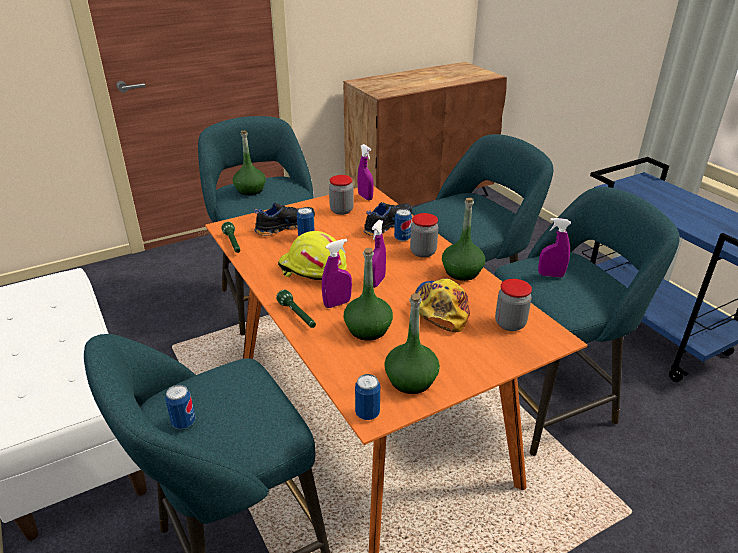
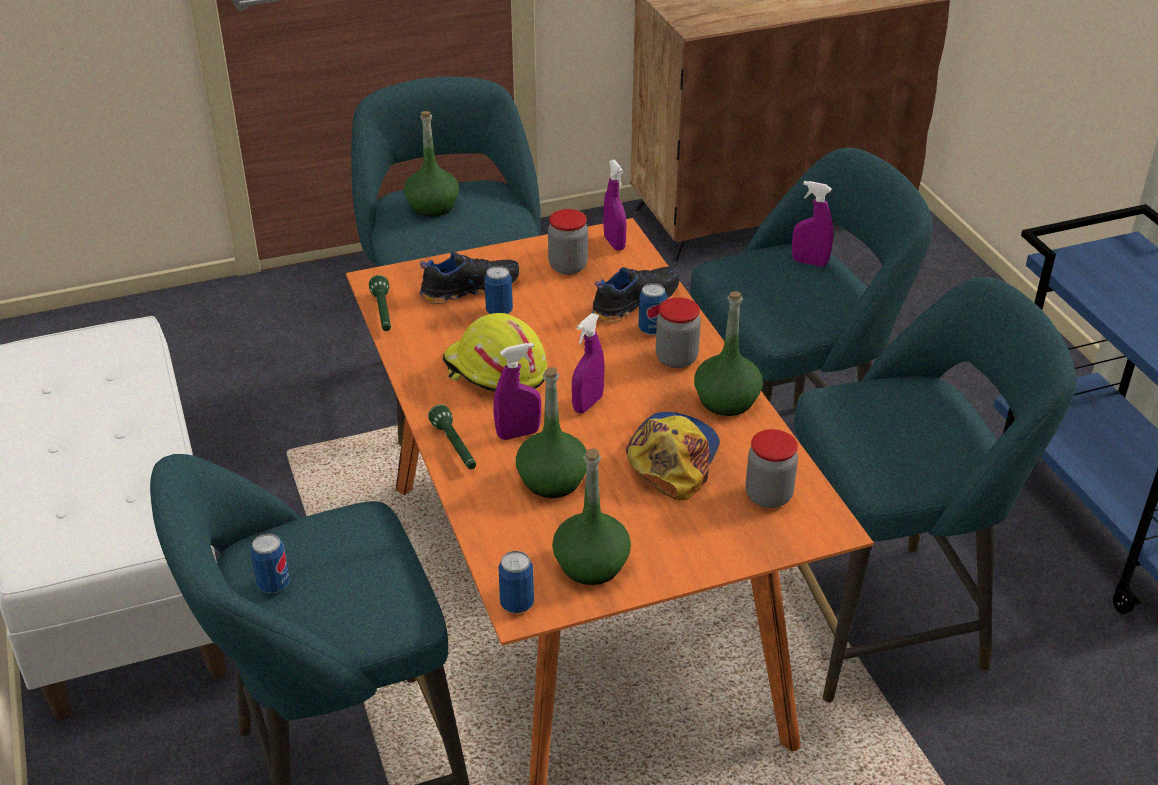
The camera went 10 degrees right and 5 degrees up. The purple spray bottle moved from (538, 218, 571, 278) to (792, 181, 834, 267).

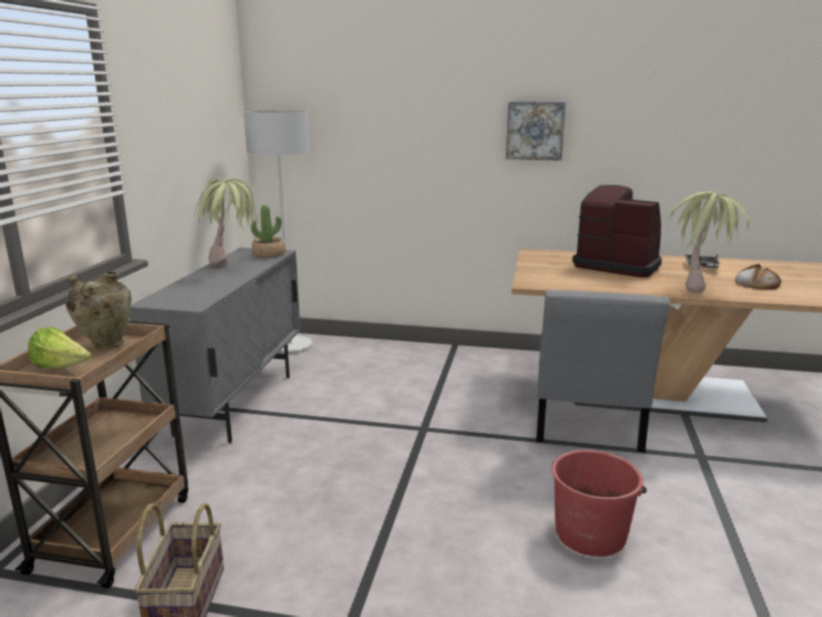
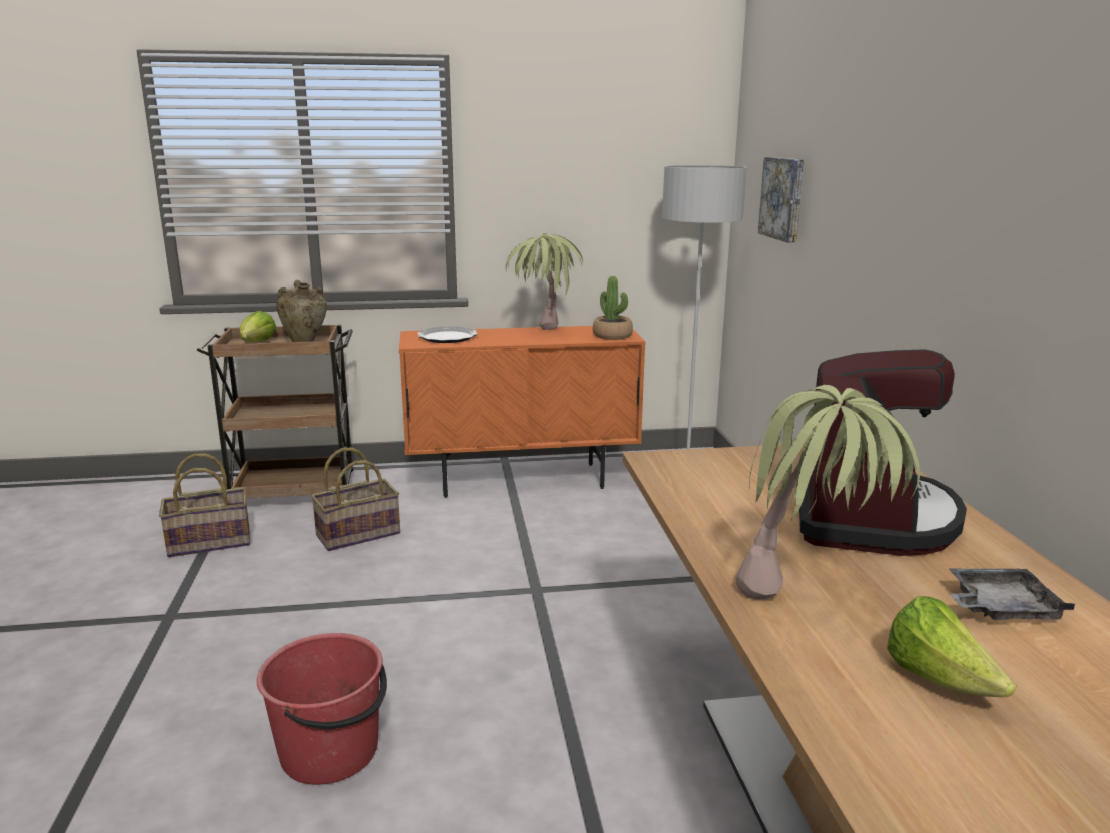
The camera went 70 degrees right and 0 degrees up. The basket at (311, 447, 400, 551) appeared. The grey cabinet at (129, 247, 301, 443) became the orange cabinet at (399, 326, 645, 498). The plate at (418, 326, 478, 343) appeared. The picture moved from (506, 101, 566, 161) to (758, 157, 804, 242). The bread at (735, 264, 781, 290) was replaced by the lettuce at (887, 596, 1016, 697). The grey chair at (536, 289, 670, 452) disappeared.

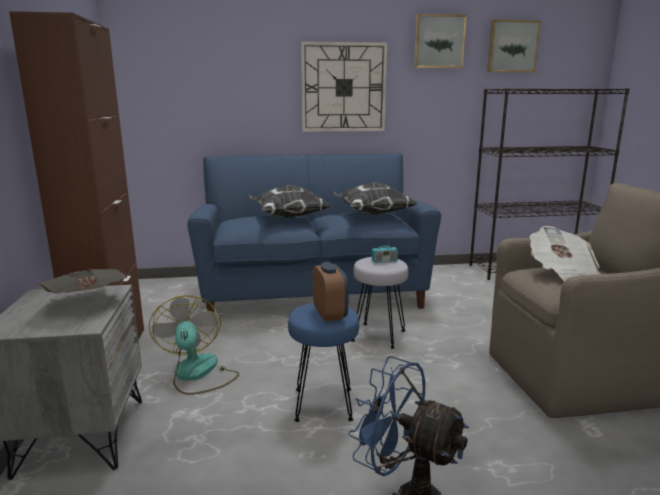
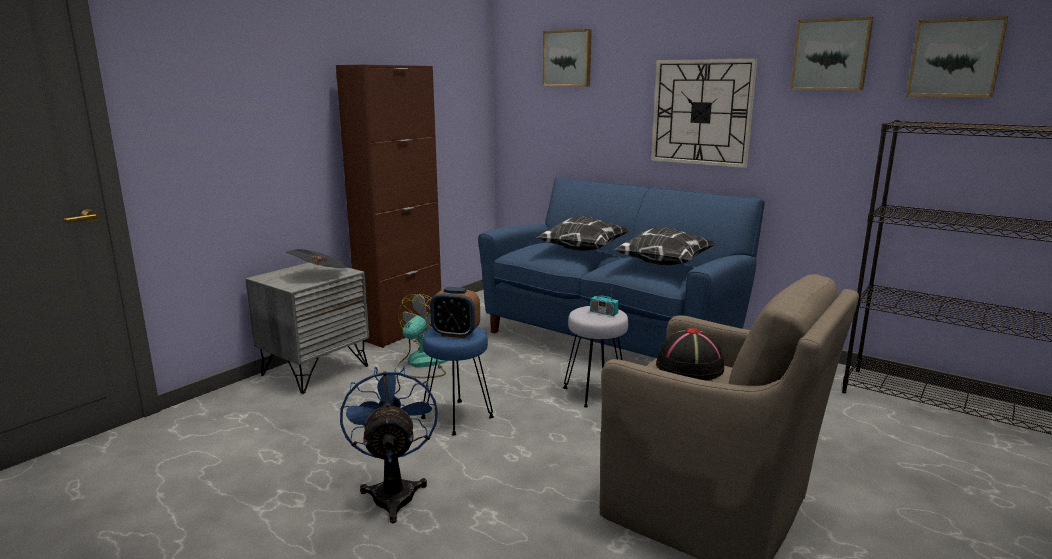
The camera went 45 degrees right and 0 degrees up. The alarm clock at (313, 262, 349, 322) turned 75 degrees clockwise. The picture at (543, 29, 592, 86) appeared. The newspaper at (530, 226, 601, 281) was replaced by the black hat at (656, 328, 724, 380).

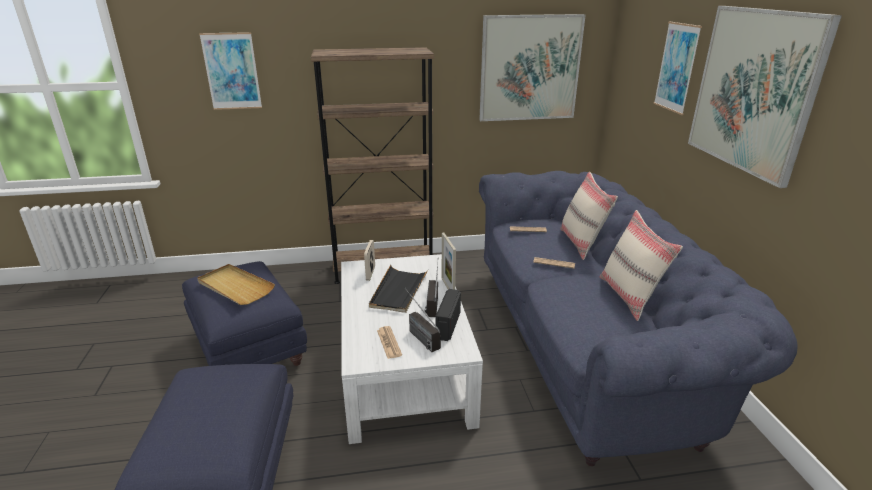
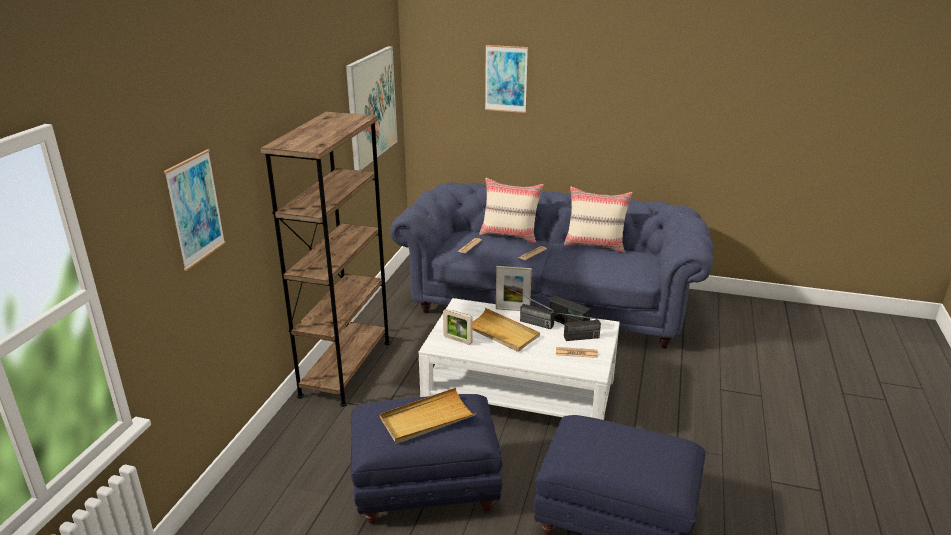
The camera went 65 degrees left and 0 degrees up. The black tray at (369, 265, 429, 313) became the beige tray at (473, 308, 540, 352). The picture at (688, 6, 842, 188) disappeared.

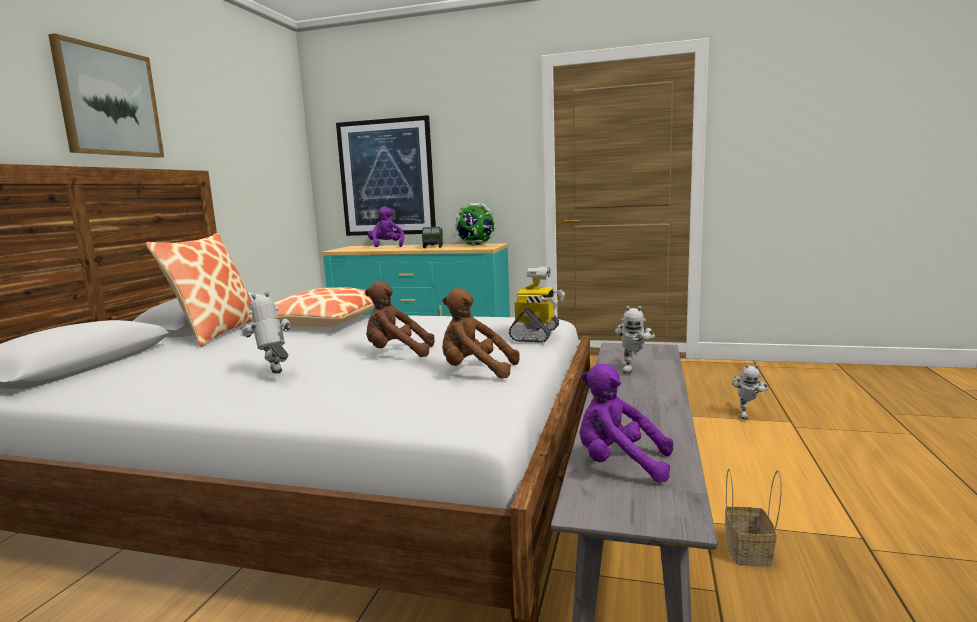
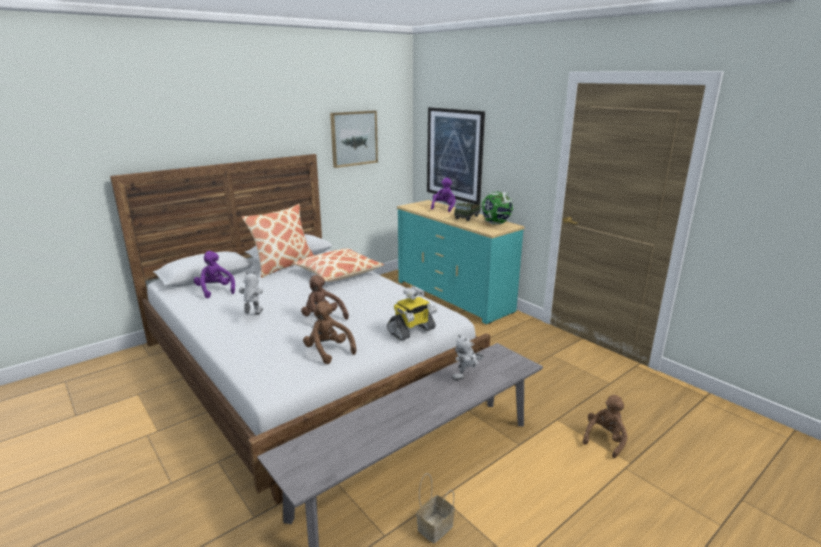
The camera went 35 degrees right and 10 degrees up. The purple plush toy moved from (579, 363, 673, 482) to (194, 251, 235, 298). The picture moved from (48, 33, 164, 158) to (330, 111, 378, 168). The toy robot at (732, 364, 768, 419) was replaced by the brown plush toy at (582, 395, 628, 458).

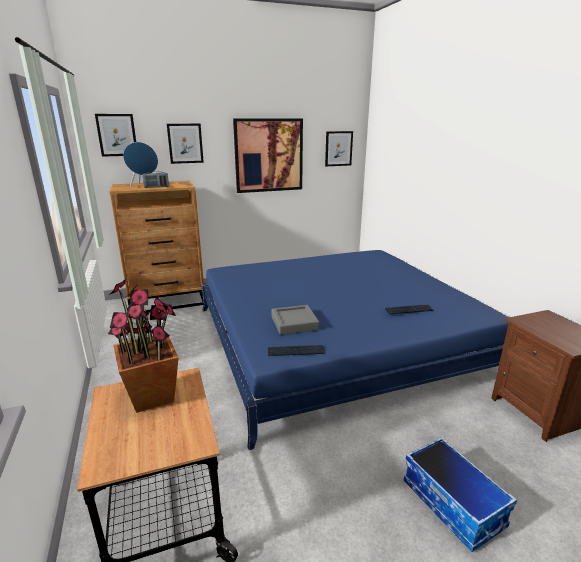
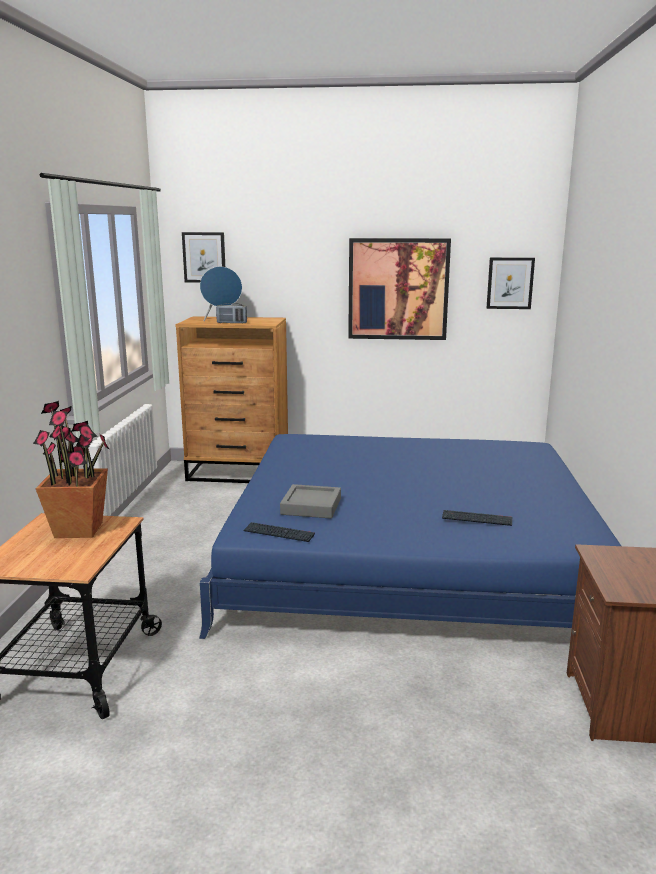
The camera went 25 degrees right and 5 degrees down. The picture at (167, 124, 204, 164) disappeared. The storage box at (404, 437, 517, 552) disappeared.

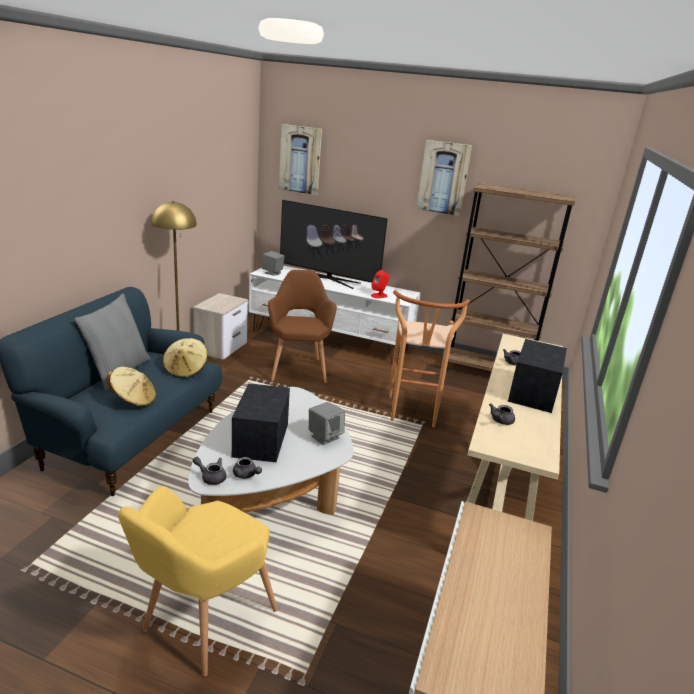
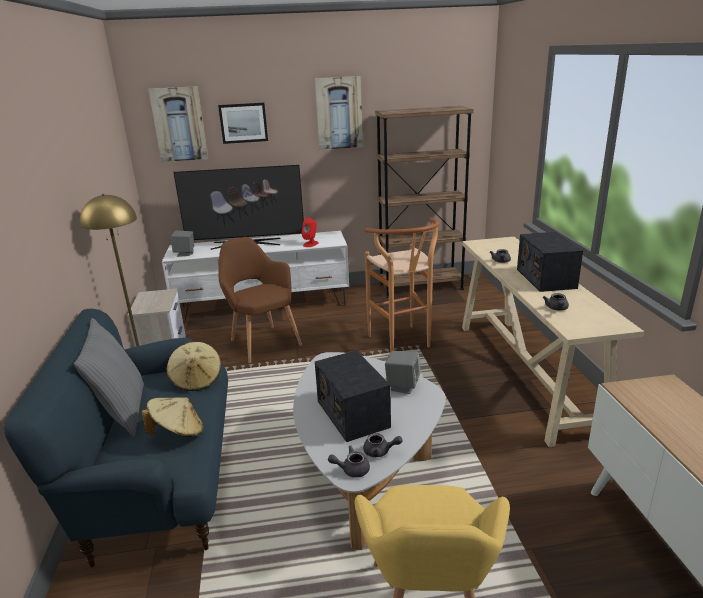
The camera went 25 degrees left and 0 degrees up. The picture at (218, 103, 268, 144) appeared.

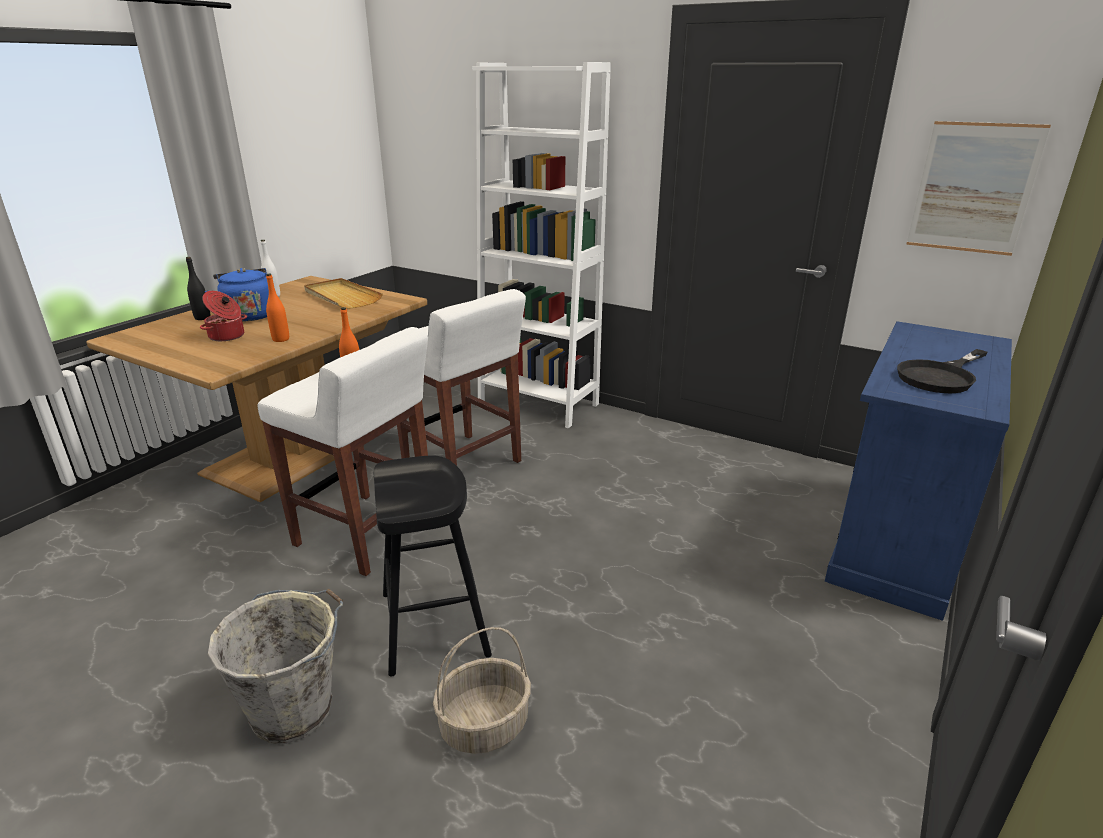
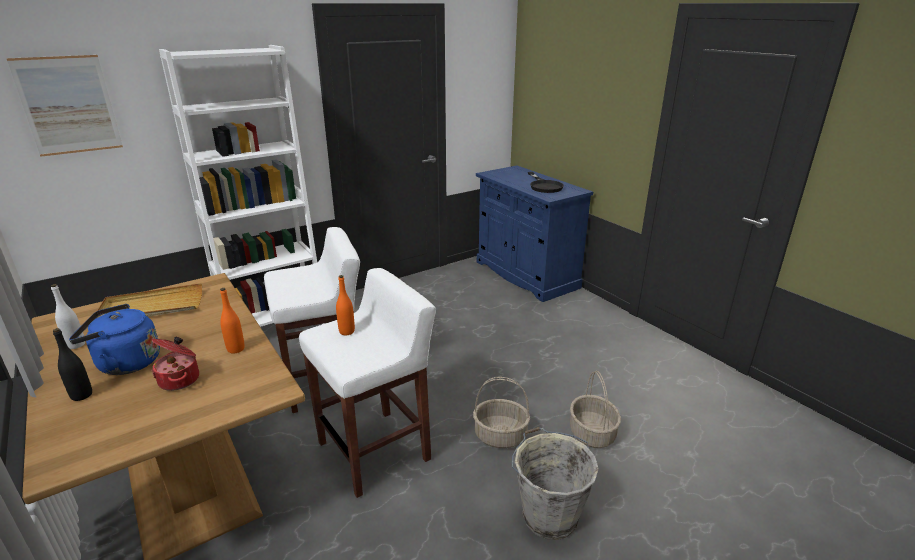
The camera went 65 degrees left and 0 degrees up. The picture moved from (906, 121, 1051, 256) to (6, 55, 123, 157). The black stool at (374, 455, 492, 677) was replaced by the basket at (473, 377, 530, 448).

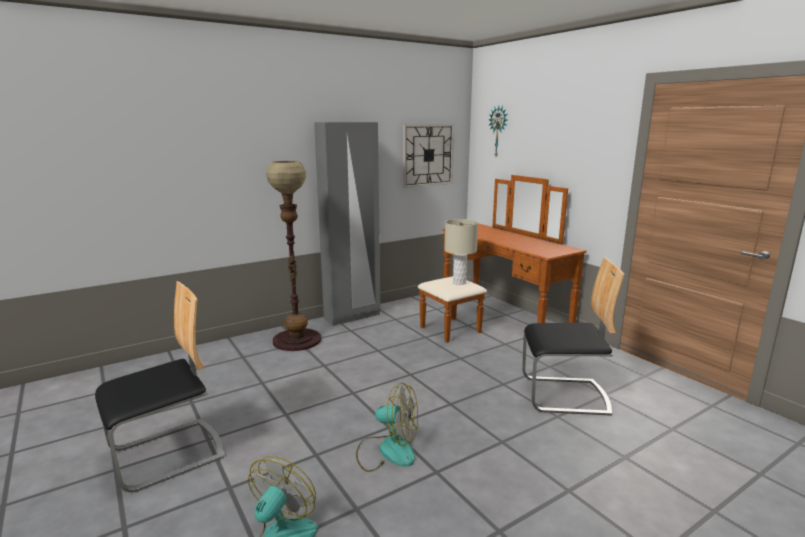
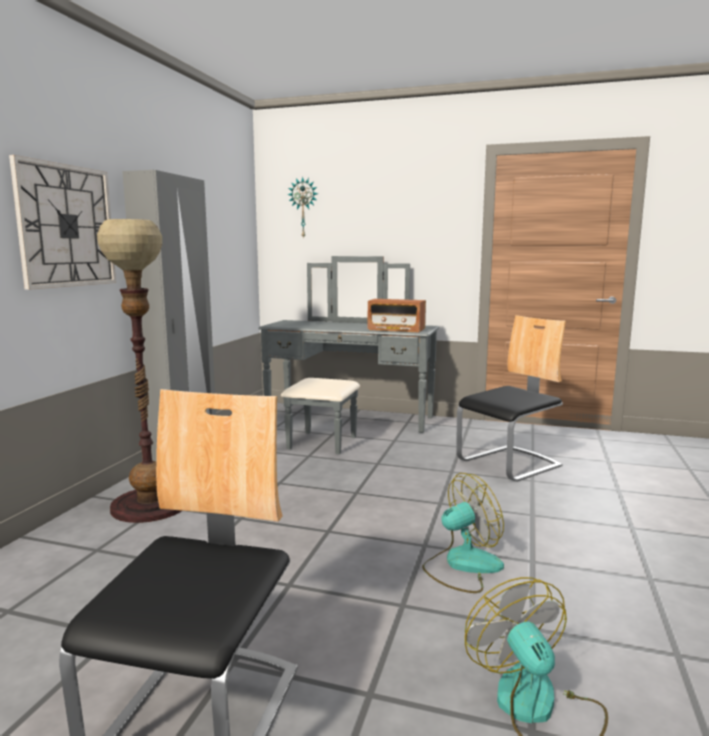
The camera went 40 degrees left and 5 degrees down. The wall clock moved from (403, 124, 454, 188) to (9, 155, 116, 290). The brown dresser at (417, 175, 587, 343) became the grey dresser at (258, 256, 439, 455). The radio at (368, 299, 426, 333) appeared. The beige table lamp at (444, 219, 478, 285) disappeared.

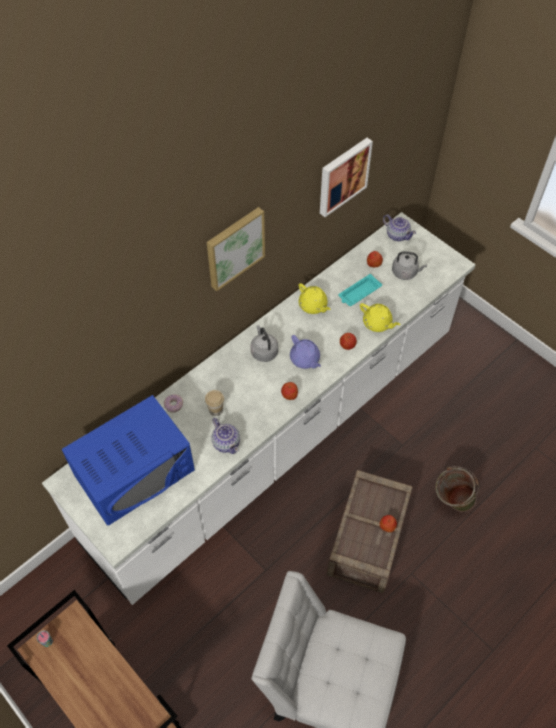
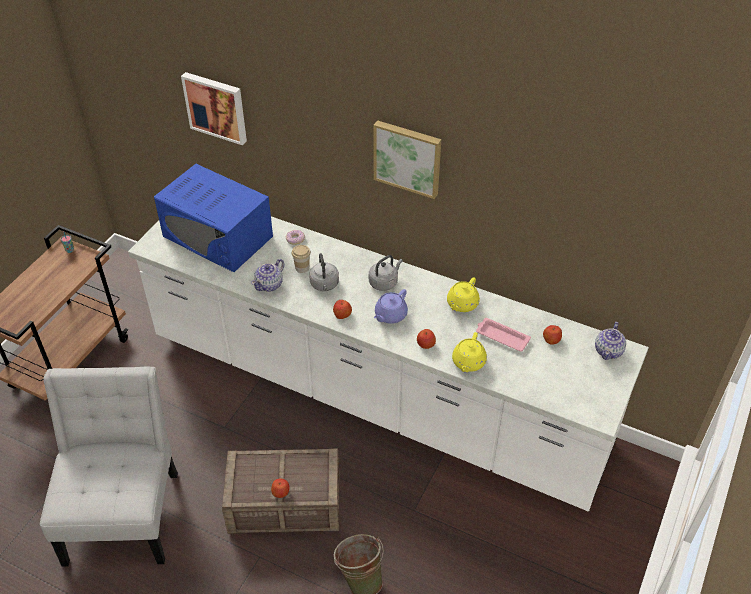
The camera went 70 degrees right and 10 degrees down. The picture moved from (320, 138, 373, 217) to (181, 72, 247, 145). The grey kettle moved from (392, 251, 427, 280) to (309, 253, 339, 291). The turquoise tray at (338, 274, 382, 306) became the pink tray at (476, 318, 531, 352).

